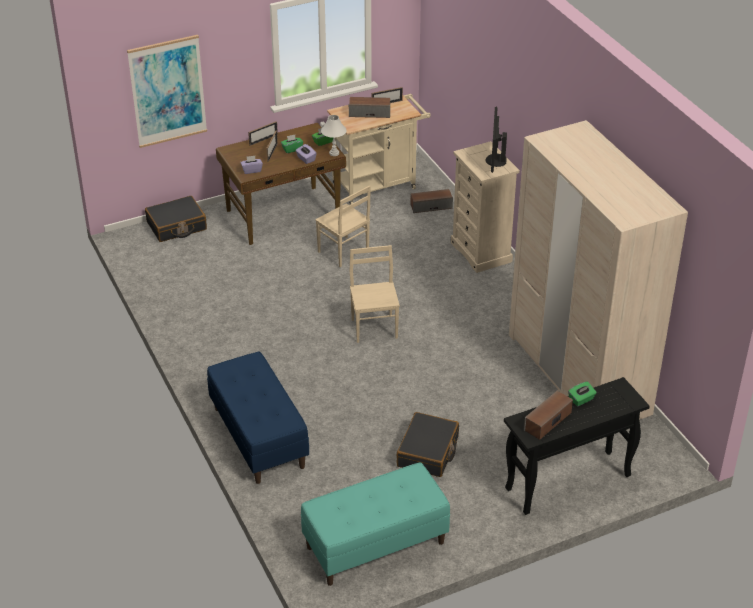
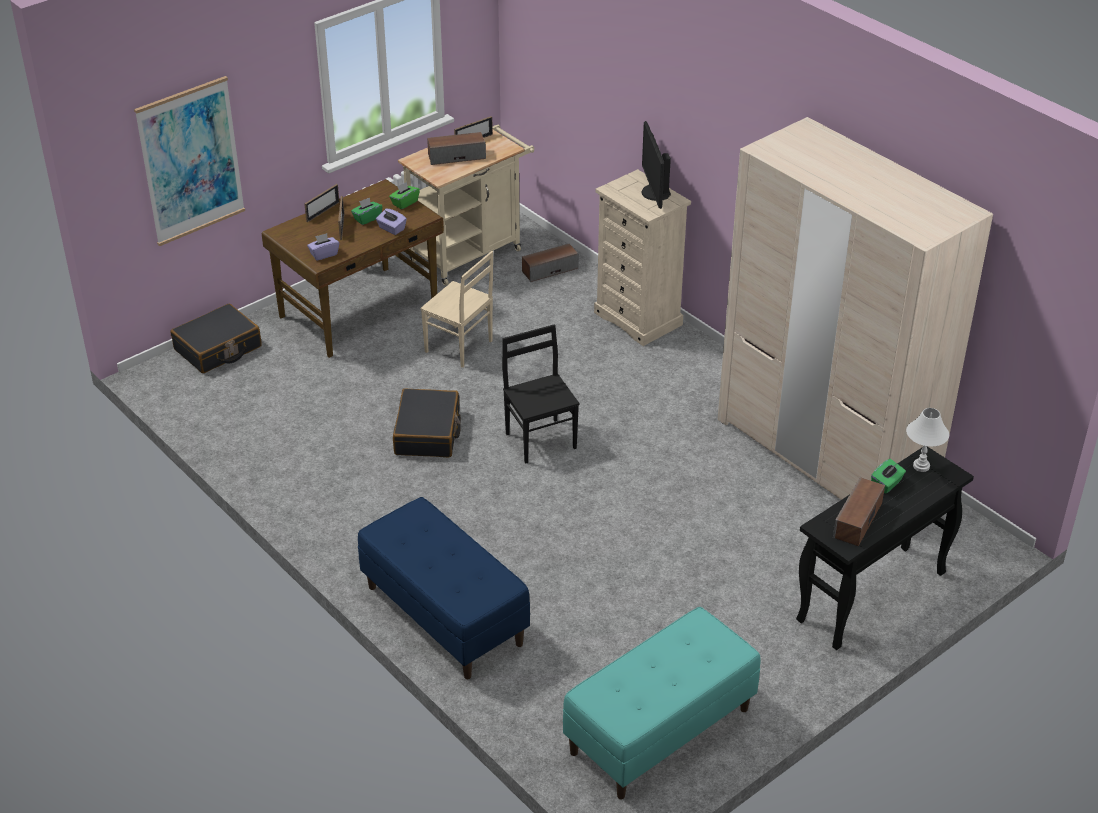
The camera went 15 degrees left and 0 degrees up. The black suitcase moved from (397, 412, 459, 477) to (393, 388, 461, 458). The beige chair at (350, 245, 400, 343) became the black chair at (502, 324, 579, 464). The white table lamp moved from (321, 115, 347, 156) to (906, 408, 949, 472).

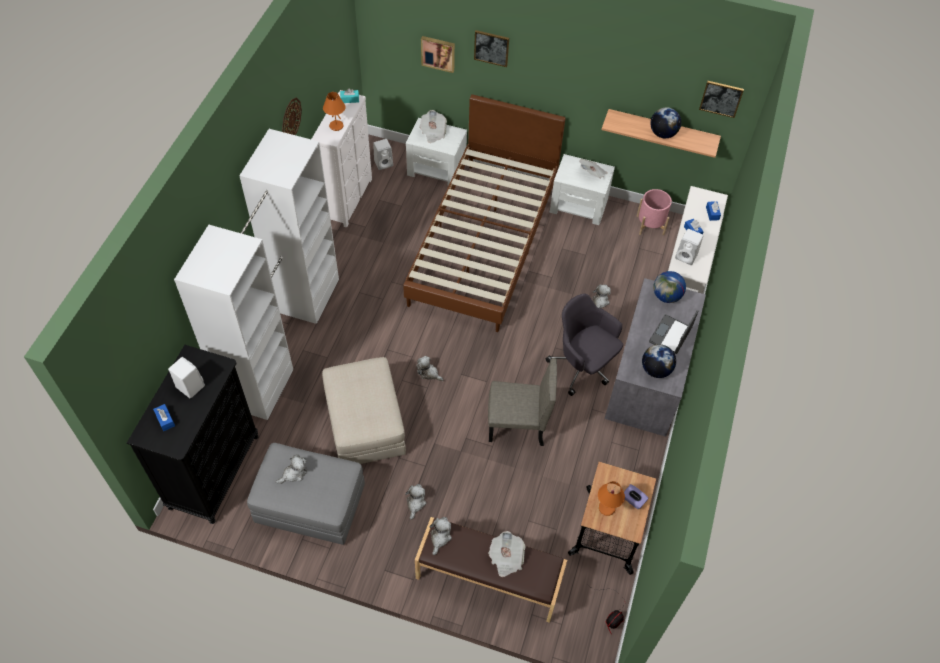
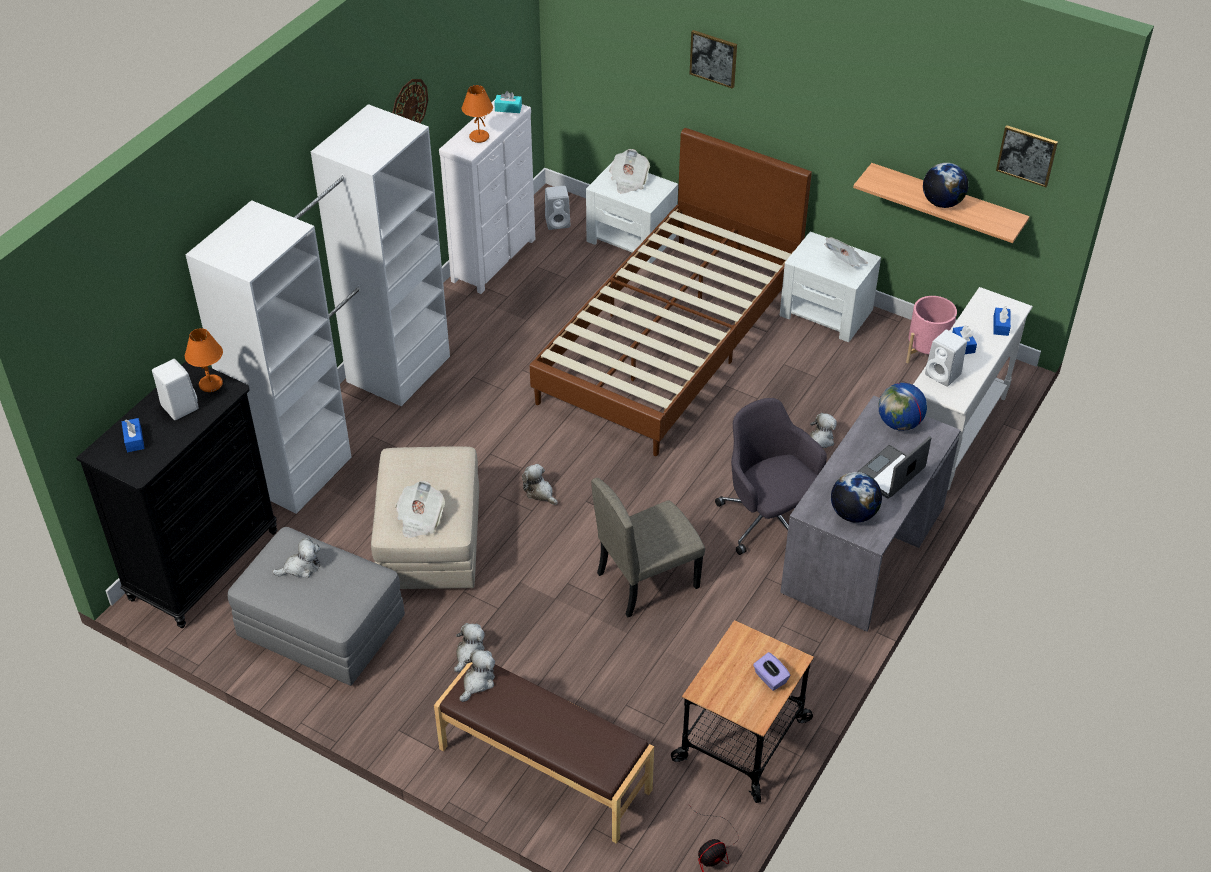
The camera went 15 degrees right and 10 degrees down. The orange table lamp moved from (598, 481, 625, 516) to (185, 328, 223, 392). The newspaper moved from (488, 531, 526, 577) to (396, 481, 445, 538). The beige chair at (488, 358, 557, 446) turned 135 degrees clockwise. The picture at (421, 36, 455, 73) disappeared.

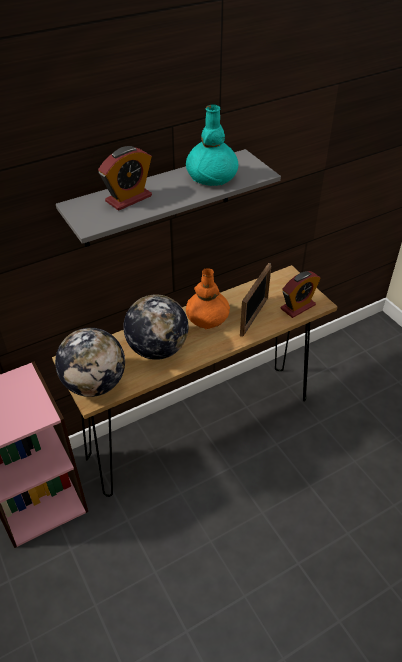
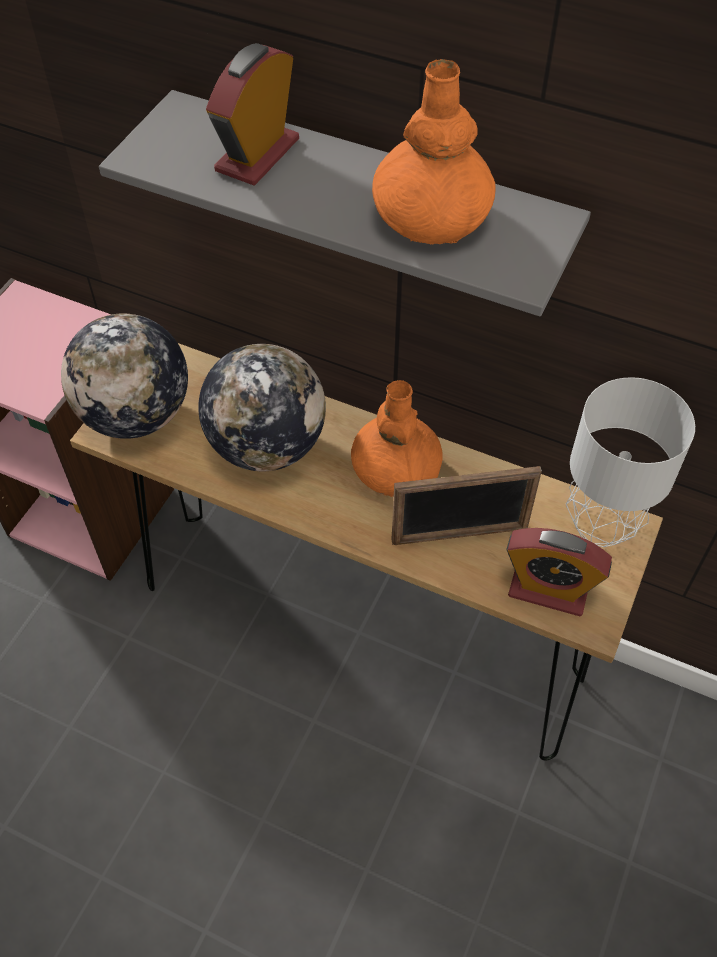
The camera went 55 degrees right and 10 degrees up. The alarm clock at (98, 146, 152, 211) turned 105 degrees clockwise. The turquoise vase at (186, 104, 239, 186) became the orange vase at (372, 59, 496, 245). The grey table lamp at (566, 377, 695, 547) appeared.

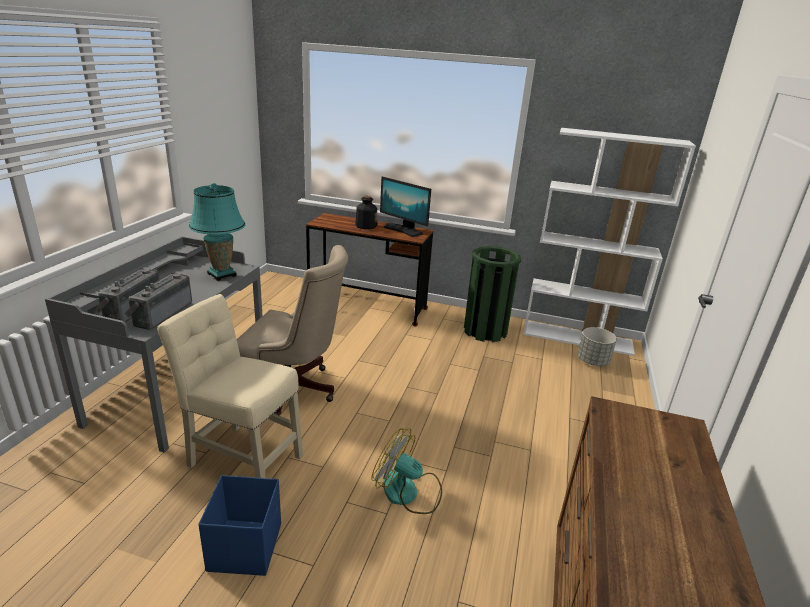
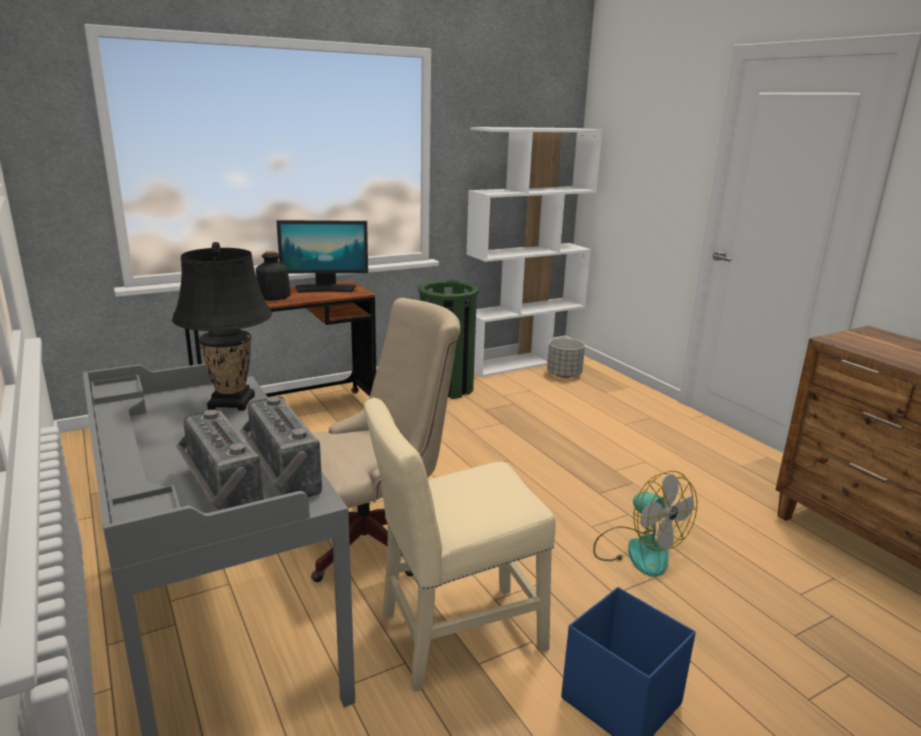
The camera went 45 degrees left and 5 degrees down. The turquoise table lamp at (189, 183, 245, 281) became the black table lamp at (172, 242, 272, 411). The fan at (371, 428, 442, 514) turned 105 degrees counterclockwise.

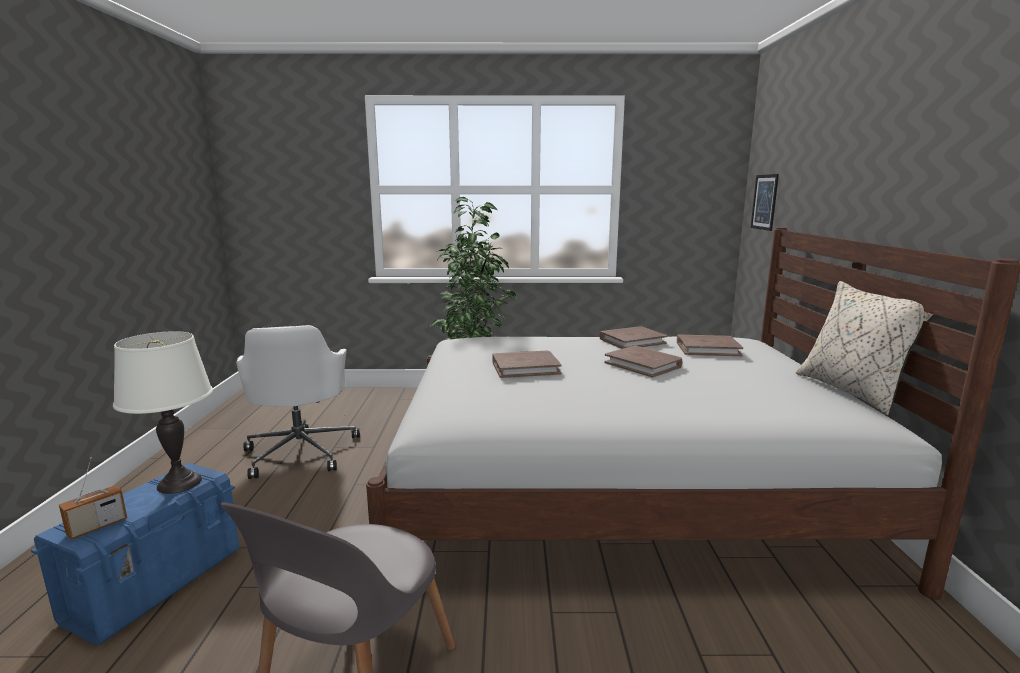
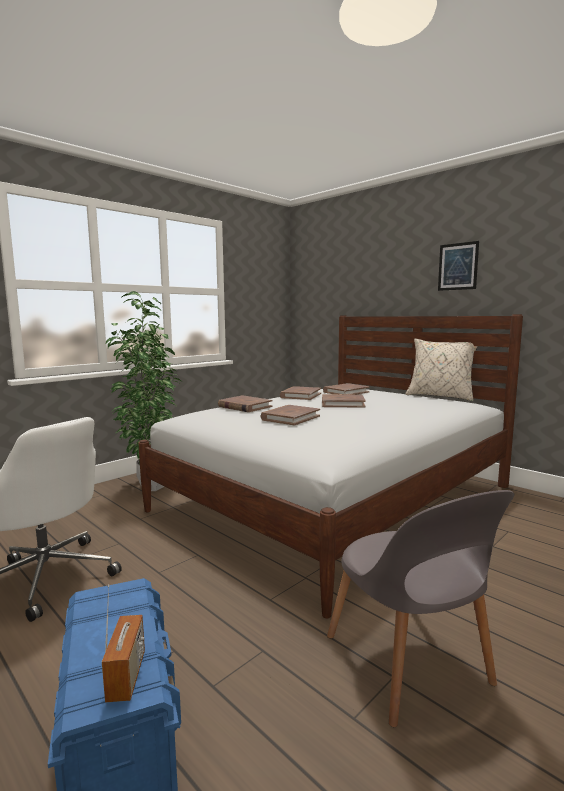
The camera went 45 degrees left and 5 degrees down. The brown book at (218, 395, 273, 412) appeared. The picture moved from (751, 174, 779, 231) to (438, 241, 479, 291). The white table lamp at (113, 331, 213, 494) disappeared.

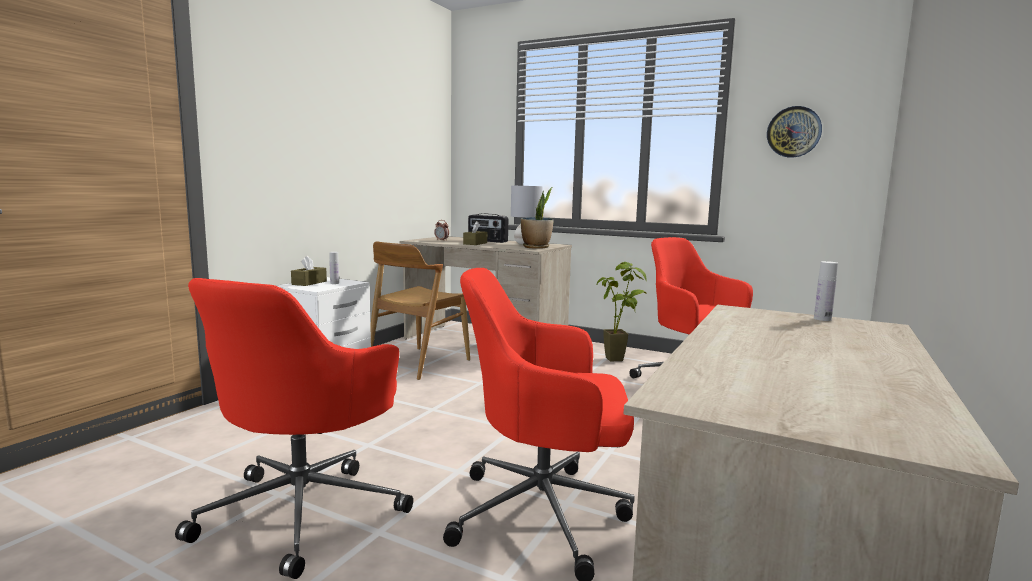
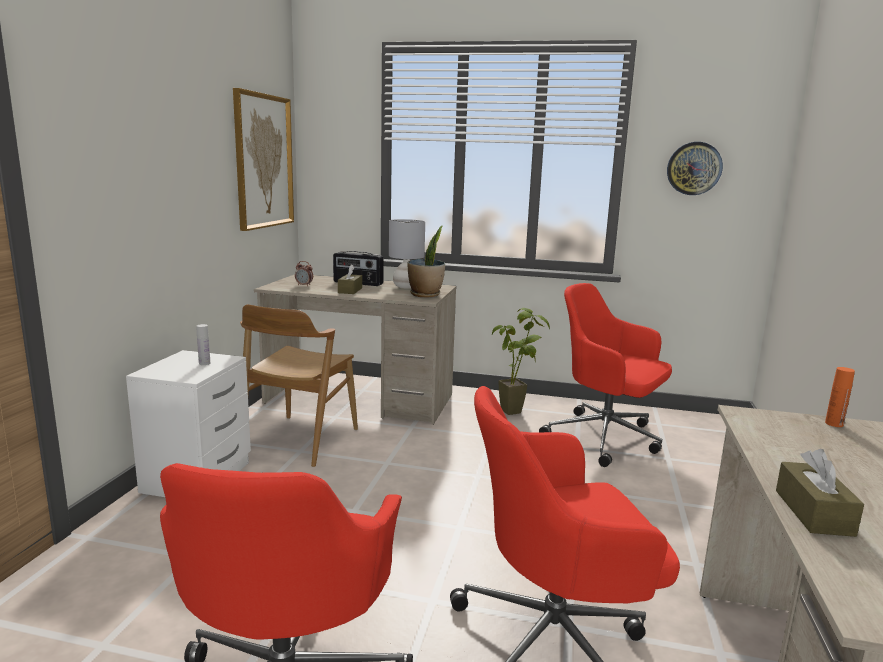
The camera went 15 degrees left and 5 degrees up. The picture at (233, 88, 294, 231) appeared. The brown tissue box moved from (291, 256, 327, 286) to (776, 449, 864, 537). The white bottle at (814, 261, 838, 321) became the orange bottle at (825, 367, 855, 427).

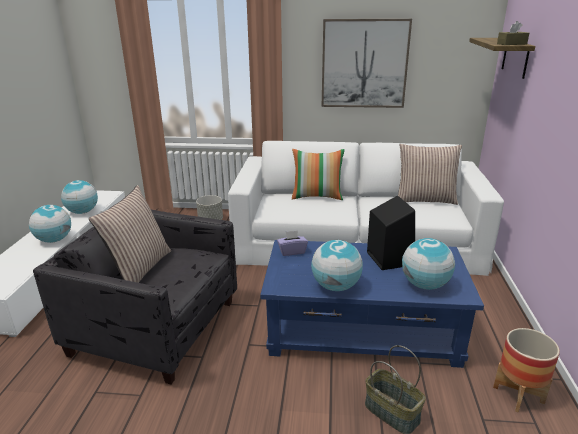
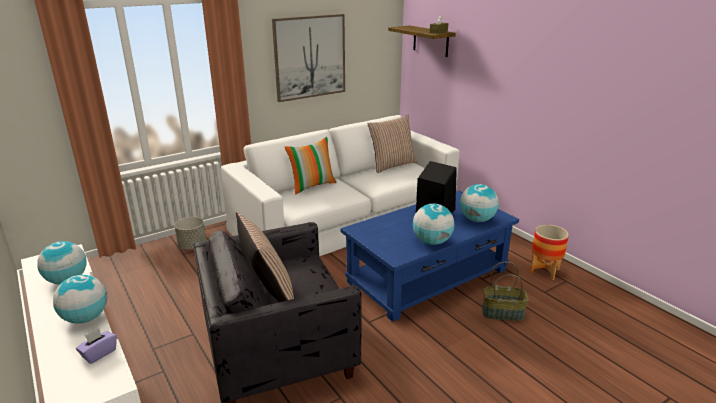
The camera went 40 degrees left and 0 degrees up. The purple tissue box moved from (277, 230, 308, 256) to (76, 329, 117, 364).

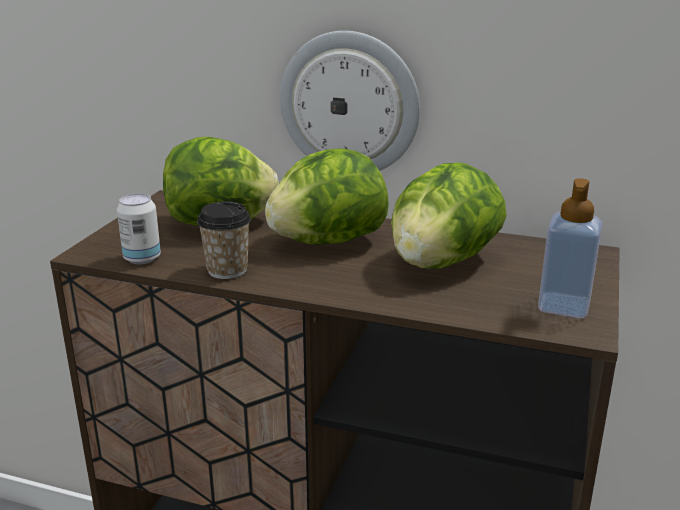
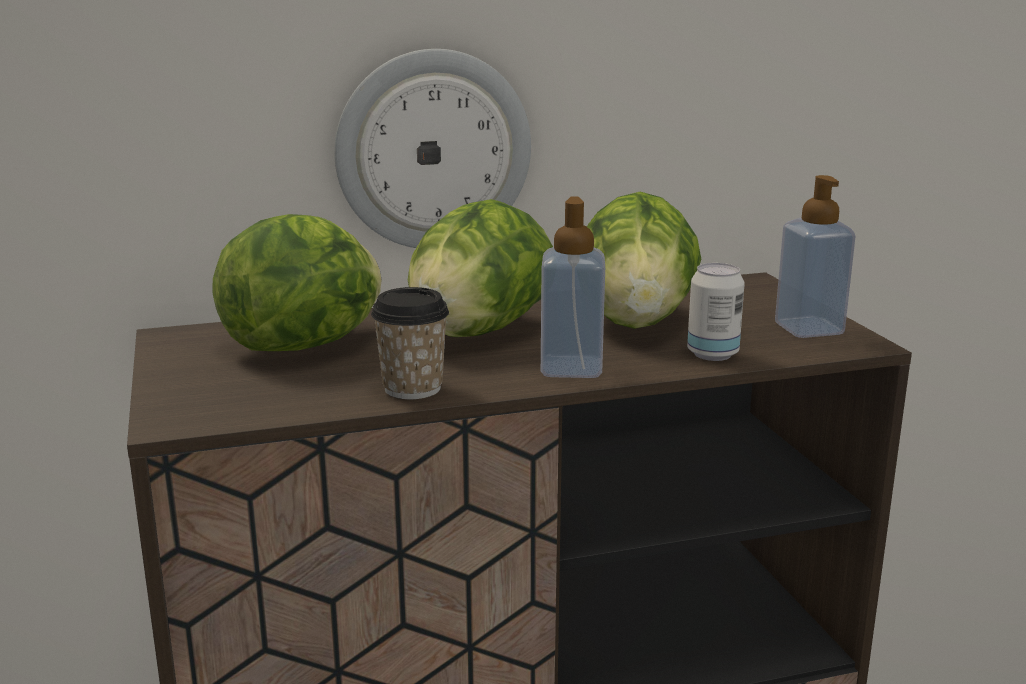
The camera went 35 degrees left and 5 degrees down. The soap dispenser at (541, 197, 605, 378) appeared. The can moved from (117, 194, 161, 265) to (687, 263, 745, 361).

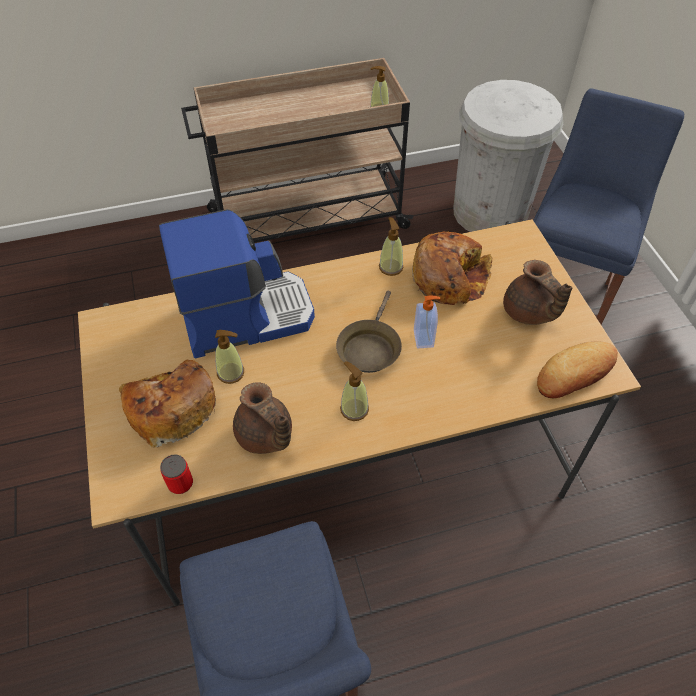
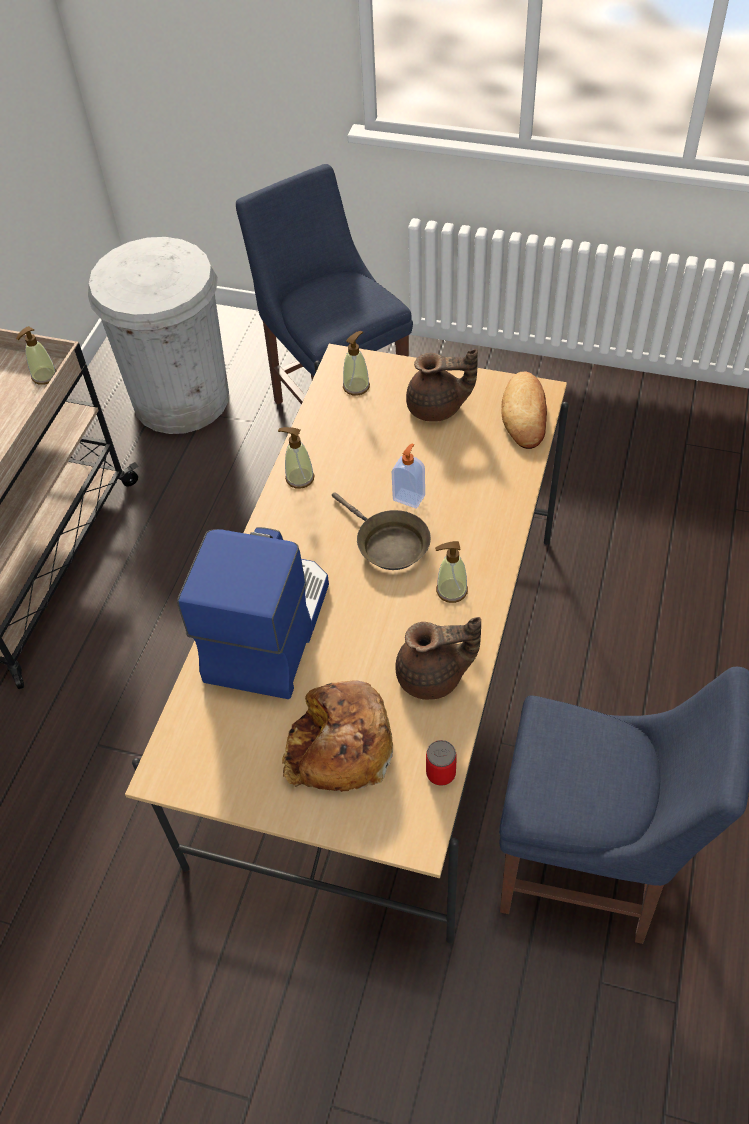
The camera went 55 degrees left and 0 degrees up. The soap dispenser moved from (215, 330, 244, 384) to (343, 331, 370, 396). The bread at (412, 231, 492, 305) disappeared.

